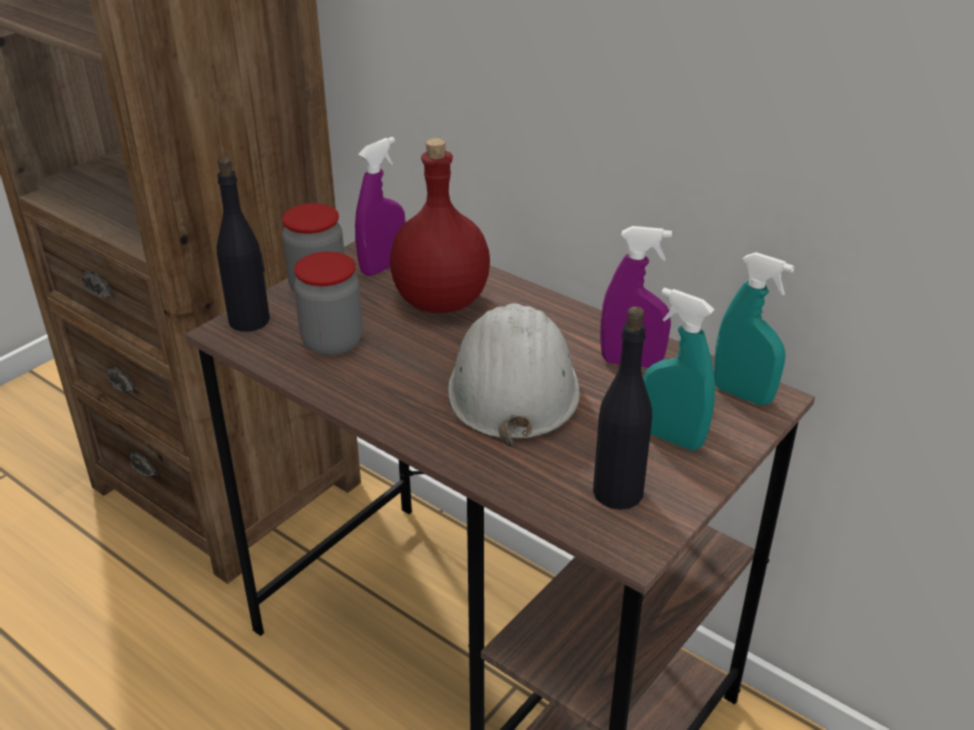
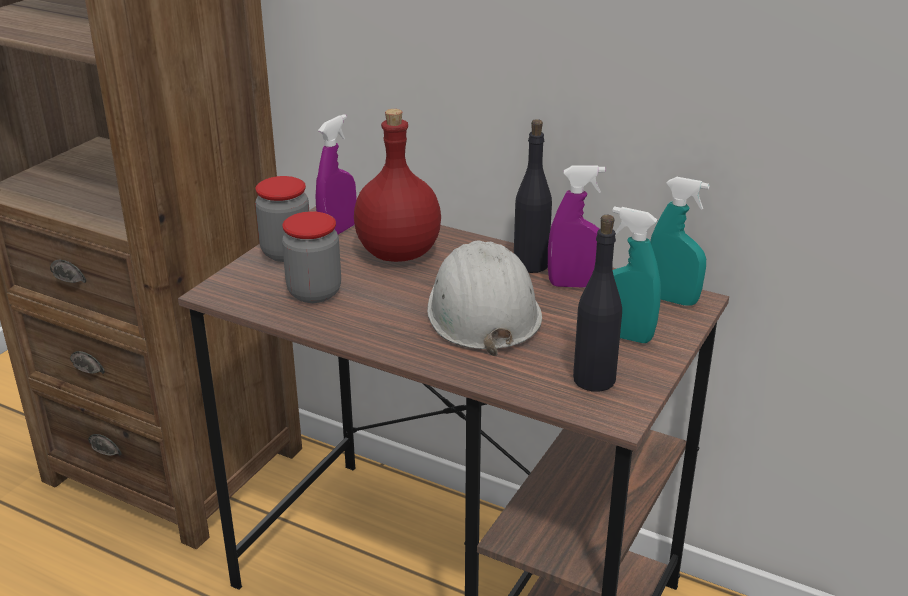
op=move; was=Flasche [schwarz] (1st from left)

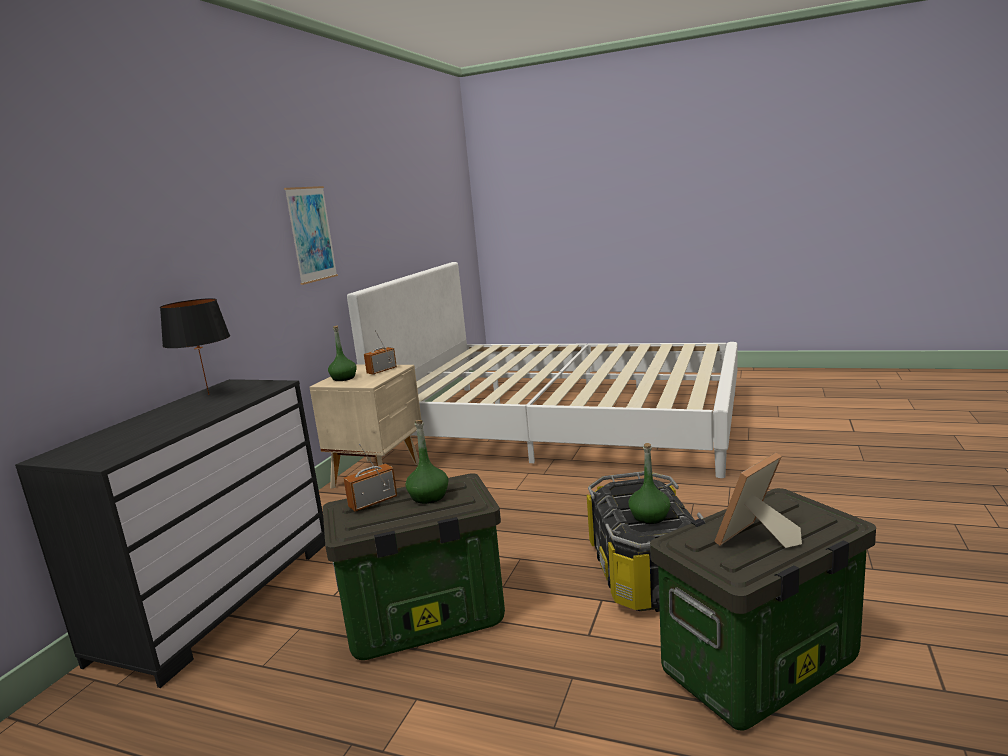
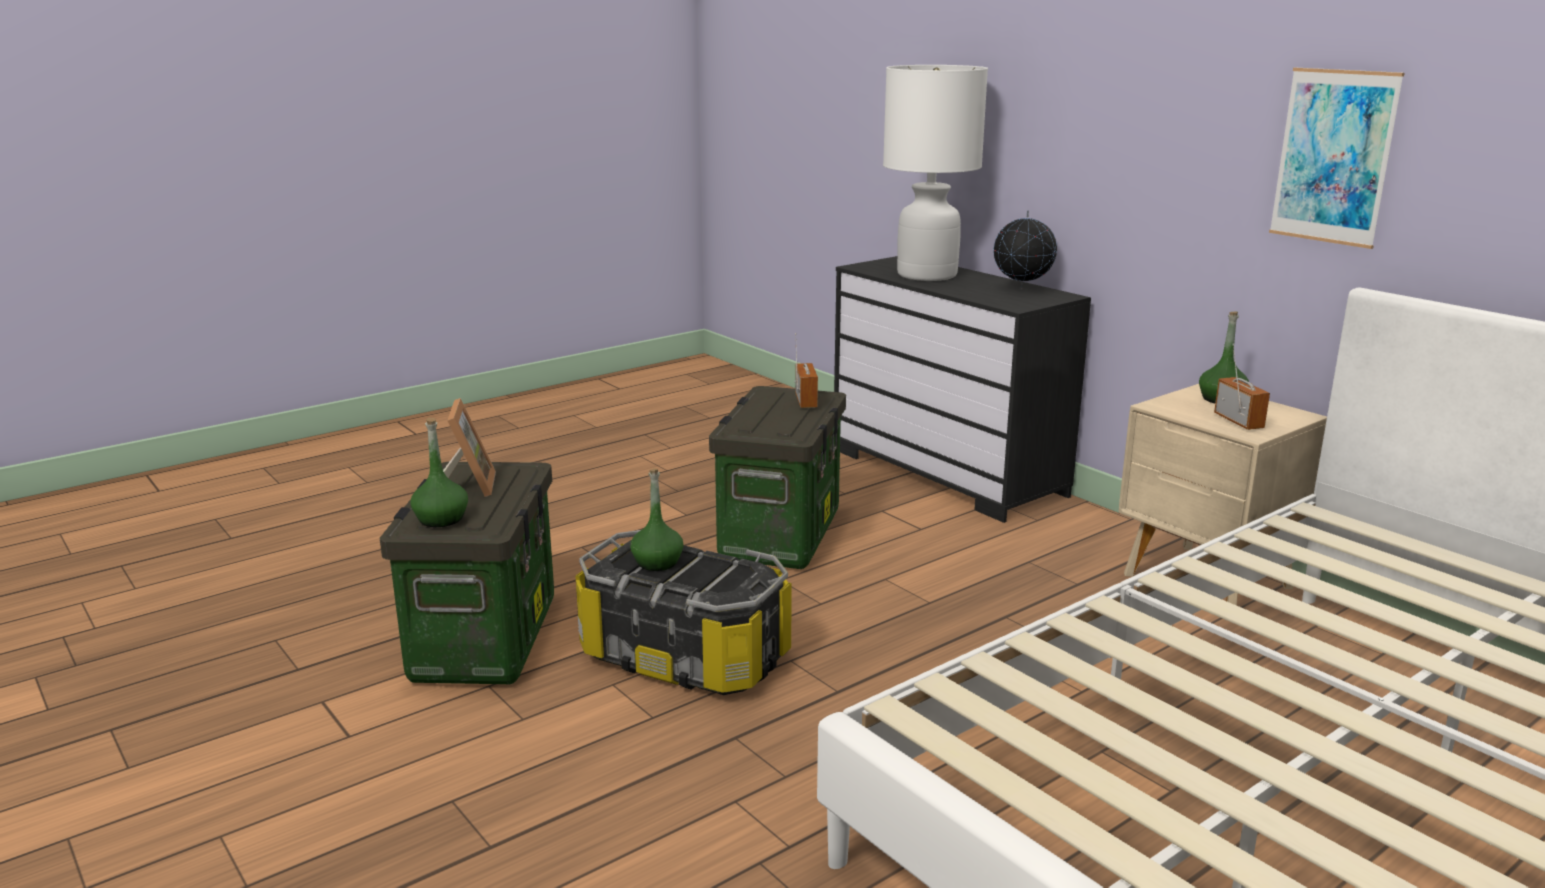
op=replace; was=Tischlampe [schwarz]; now=Globus
op=move; was=Flasche [grün] (2nd from left in the first image); now=Flasche [grün] (1st from left)
op=insert; now=Tischlampe [weiß]

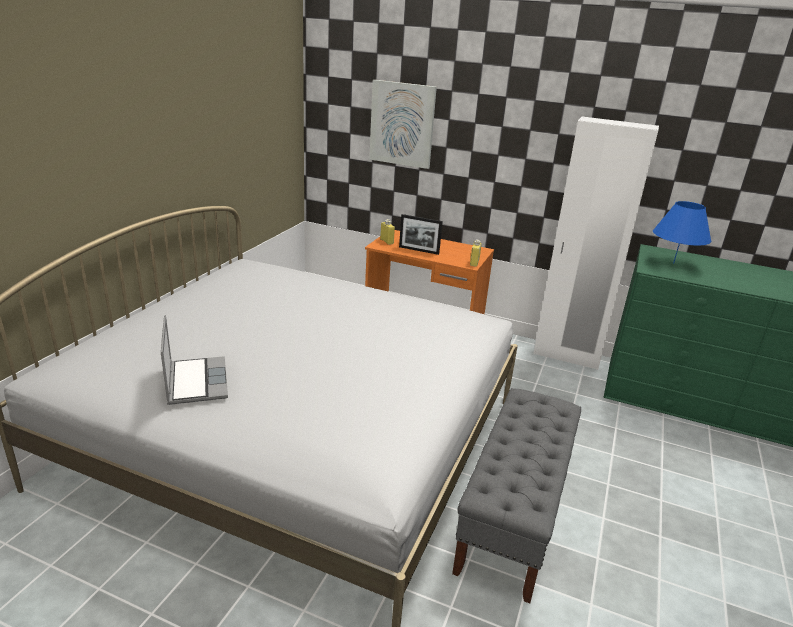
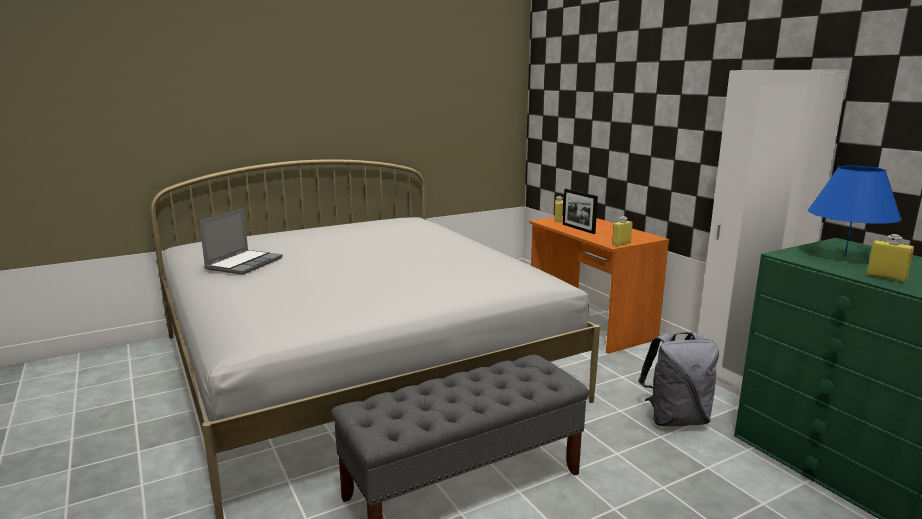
op=delete; was=Bild
op=insert; now=Rucksack [grau]
op=insert; now=Flasche [gelb] (3rd from left)

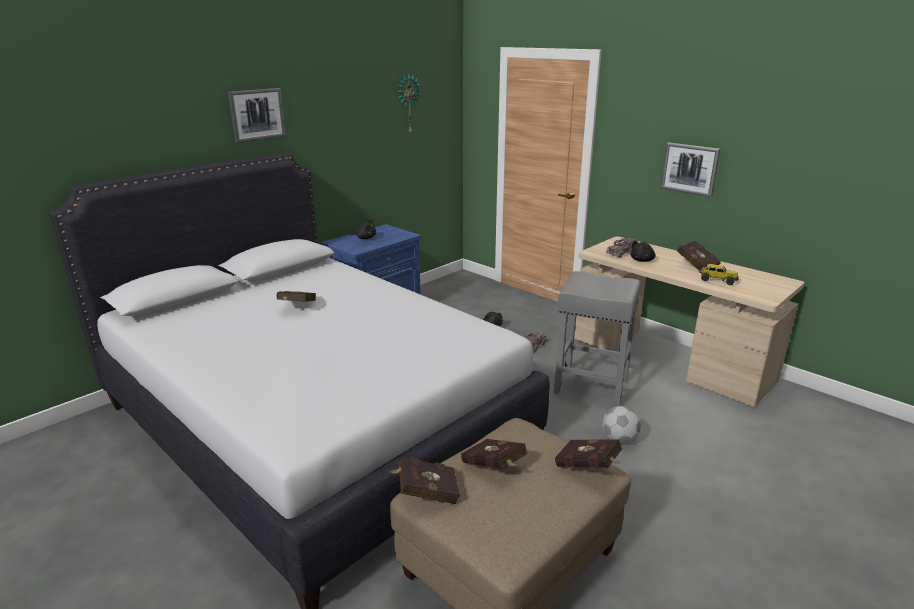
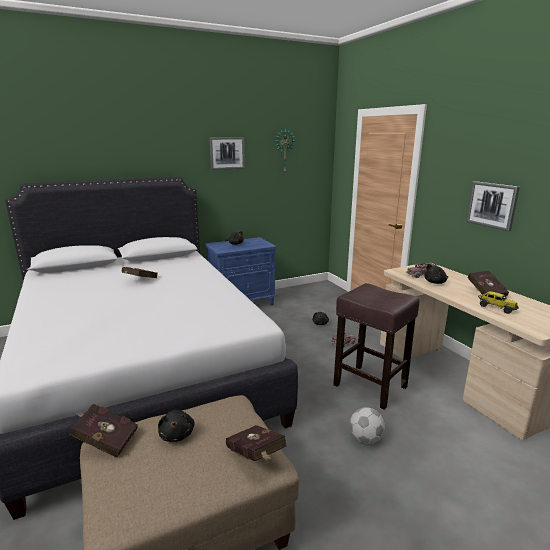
op=move; was=Bild (1st from left)
op=replace; was=Buch [rot] (3rd from left); now=Plüschtier [schwarz] (1st from left)
op=recolor; was=Hocker [grau]; now=Hocker [braun]

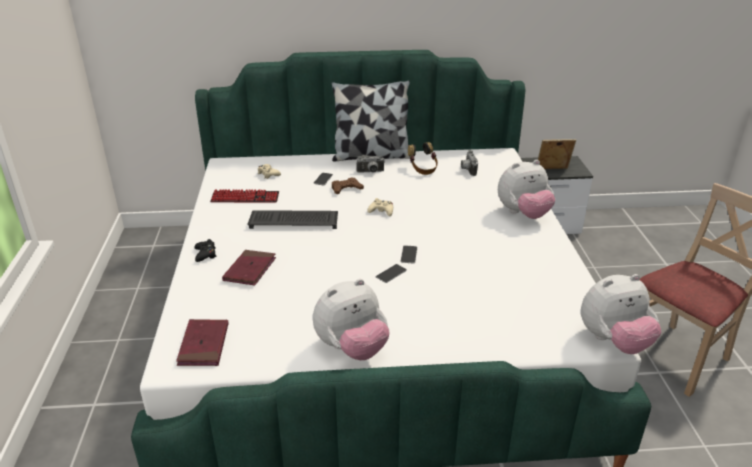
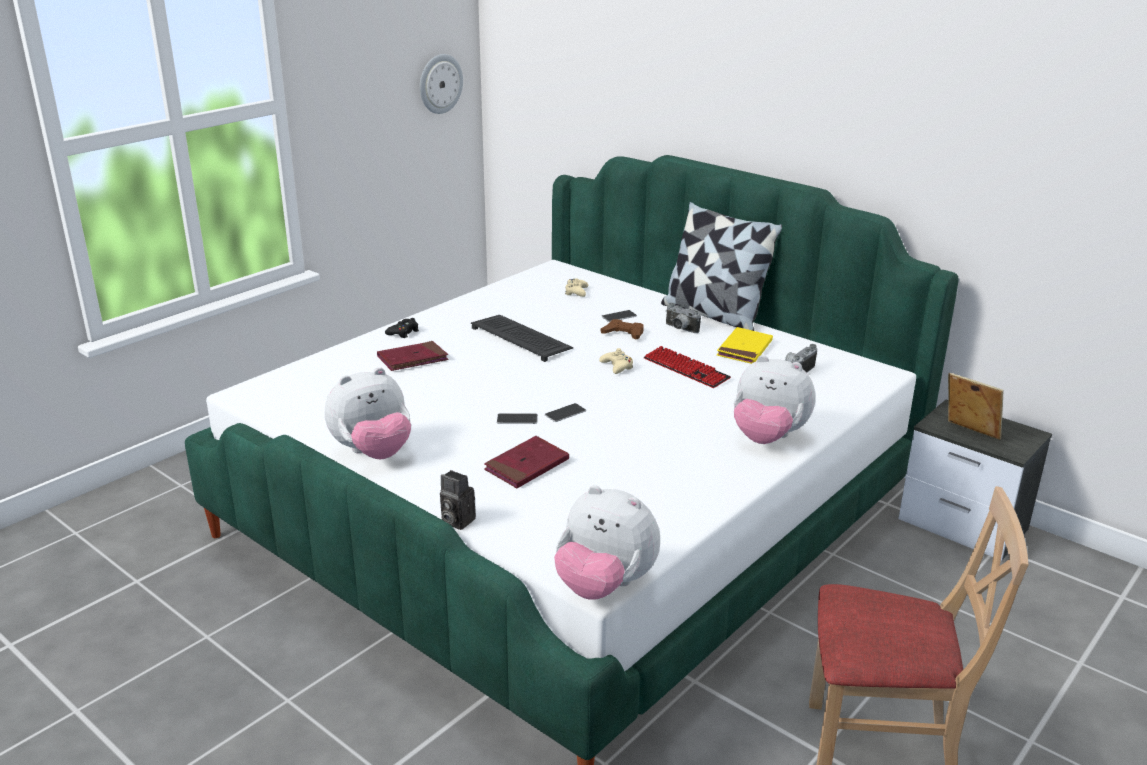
op=move; was=Buch [rot] (1st from left in the first image); now=Buch [rot] (2nd from left)
op=move; was=Tastatur (1st from left in the first image); now=Tastatur (2nd from left)
op=rotate; was=Plüschtier (1st from left); clockwise=-45
op=replace; was=Kopfhörer; now=Buch [gelb]
op=insert; now=Wanduhr
op=insert; now=Kamera (1st from left)

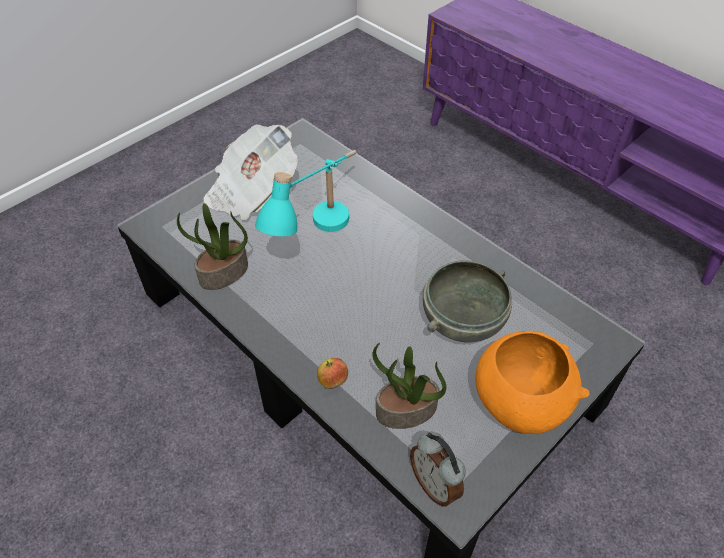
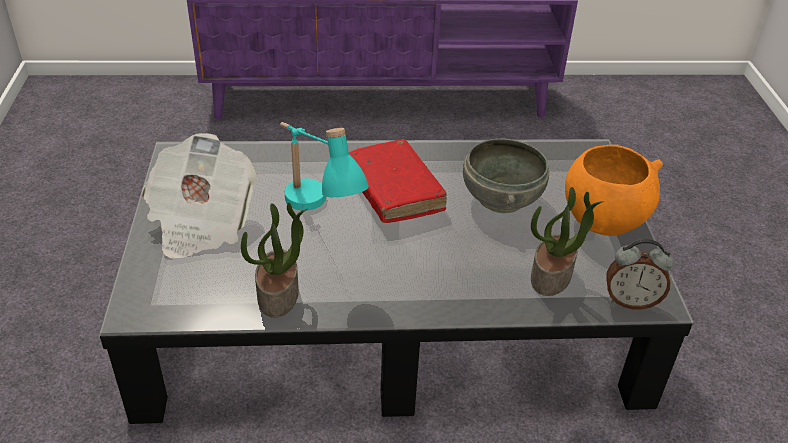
op=delete; was=Apfel
op=insert; now=Buch [rot]

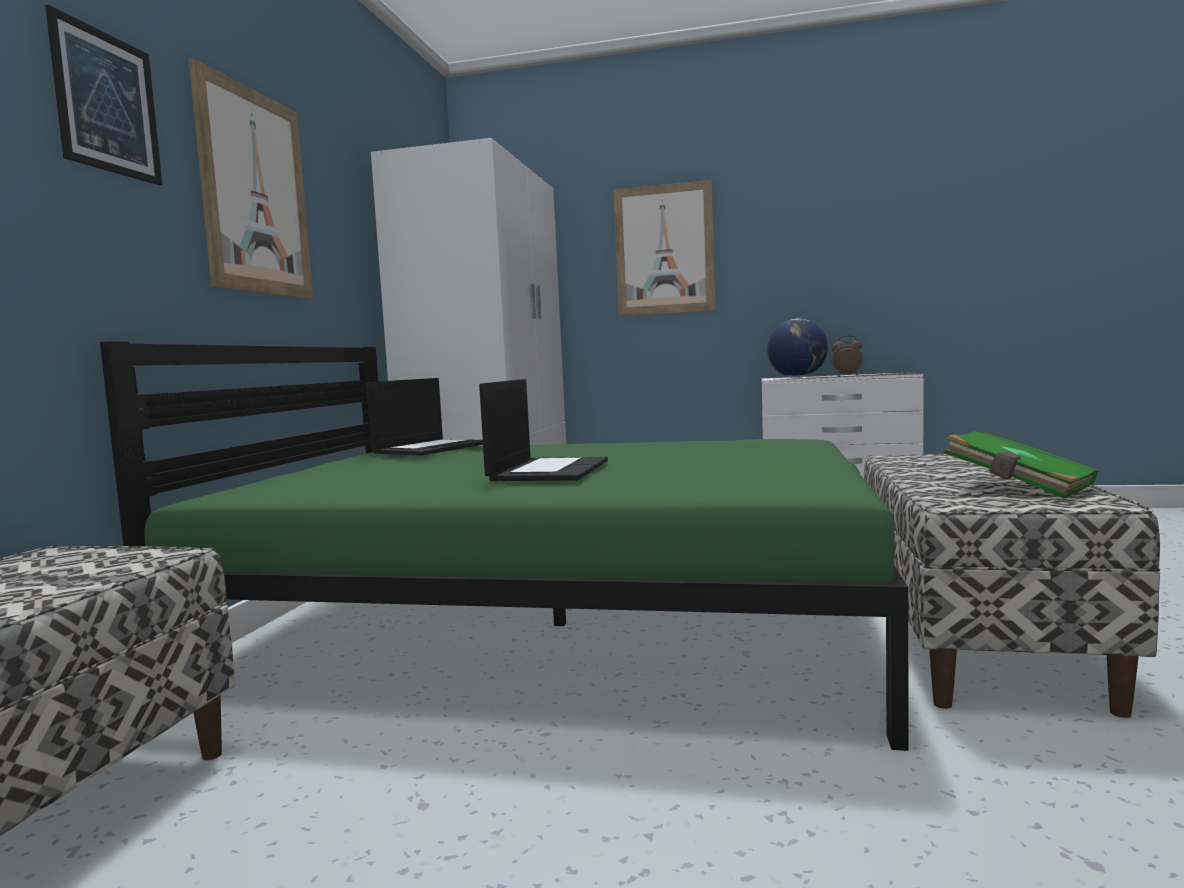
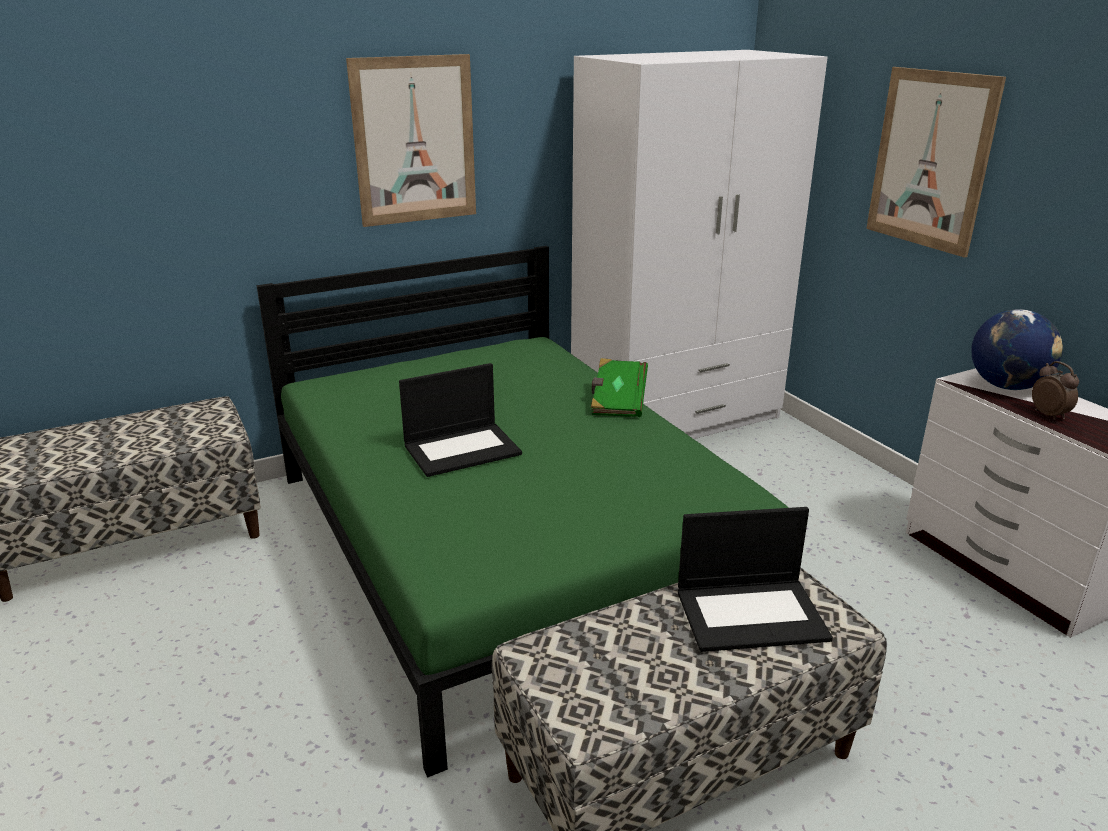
op=delete; was=Bild (1st from left)
op=move; was=Laptop (1st from left in the first image); now=Laptop (2nd from left)
op=move; was=Buch [grün]

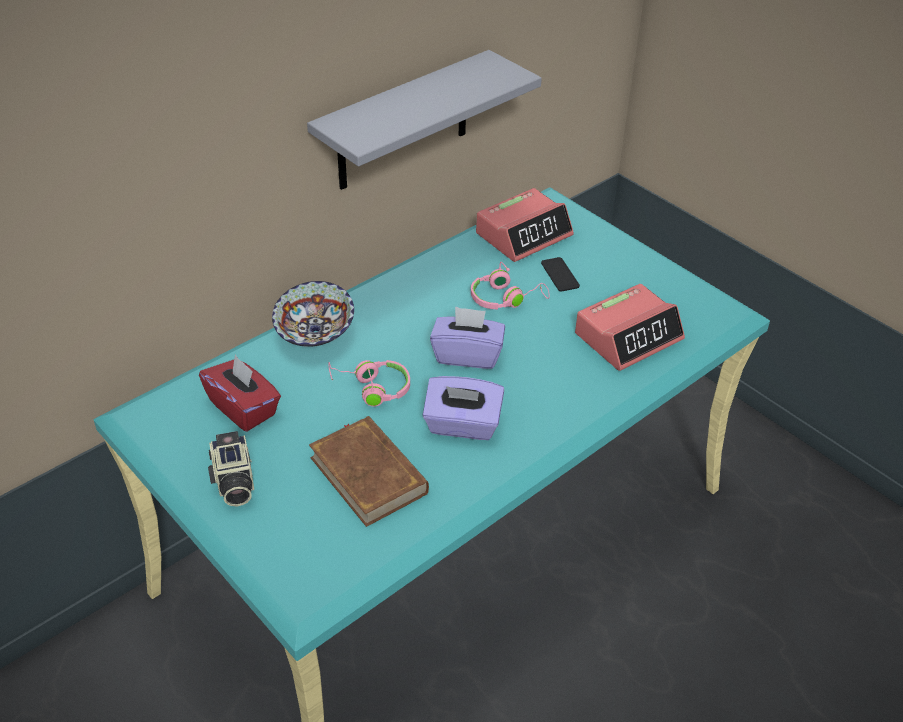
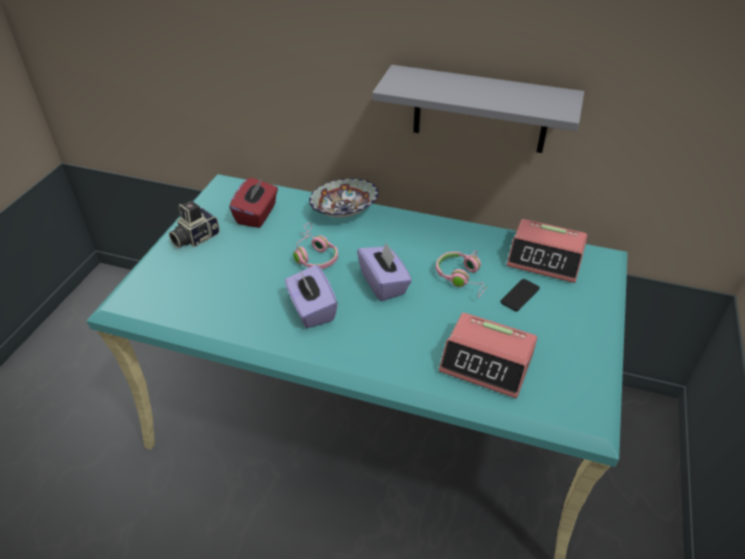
op=delete; was=Buch [braun]

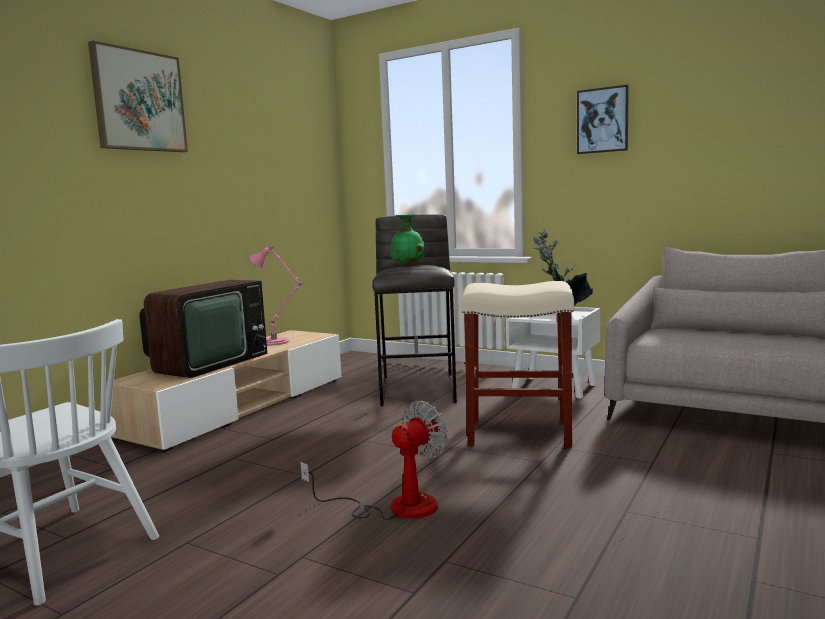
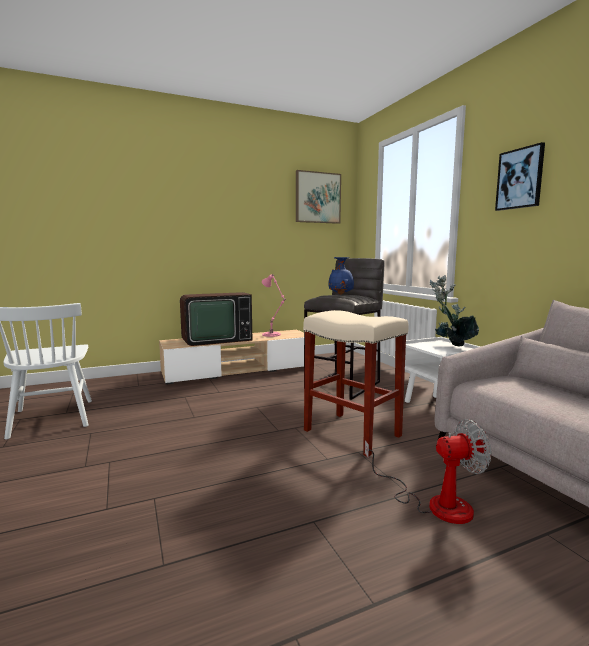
op=move; was=Bild (1st from left)
op=move; was=Ventilator
op=recolor; was=Vase [grün]; now=Vase [blau]

